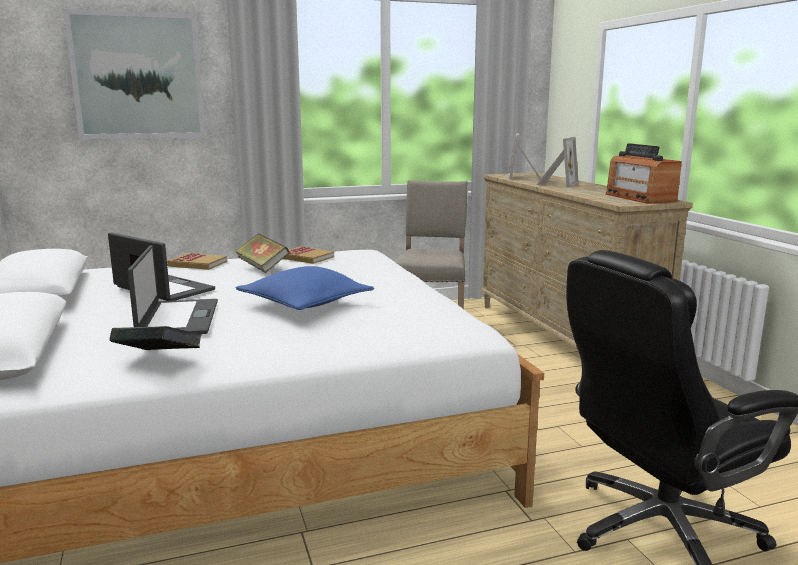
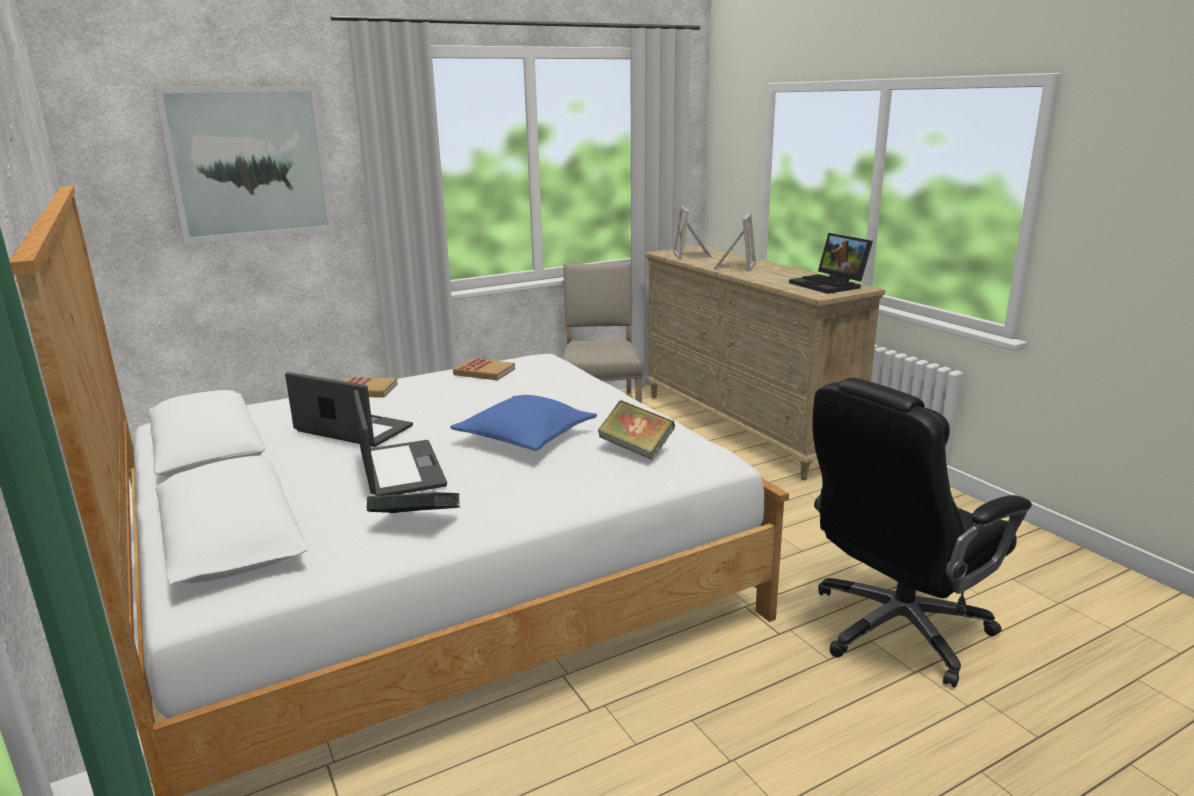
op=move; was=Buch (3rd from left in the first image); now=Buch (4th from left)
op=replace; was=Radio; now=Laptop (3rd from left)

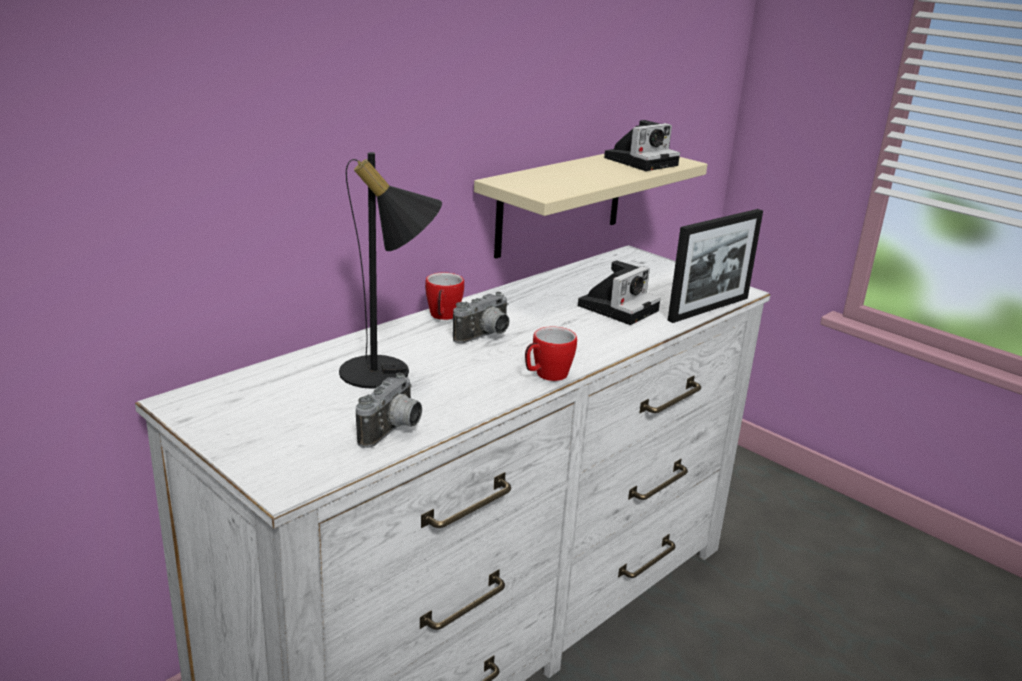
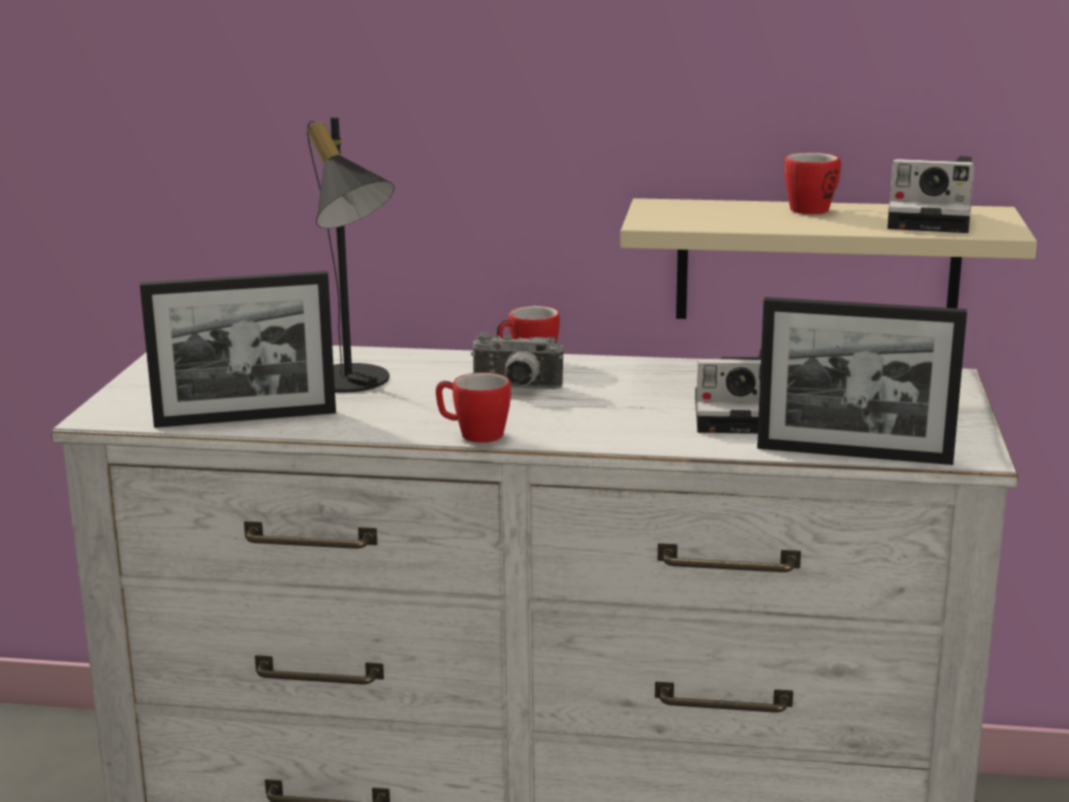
op=replace; was=Kamera (1st from left); now=Bilderrahmen (1st from left)
op=insert; now=Henkelbecher (3rd from left)

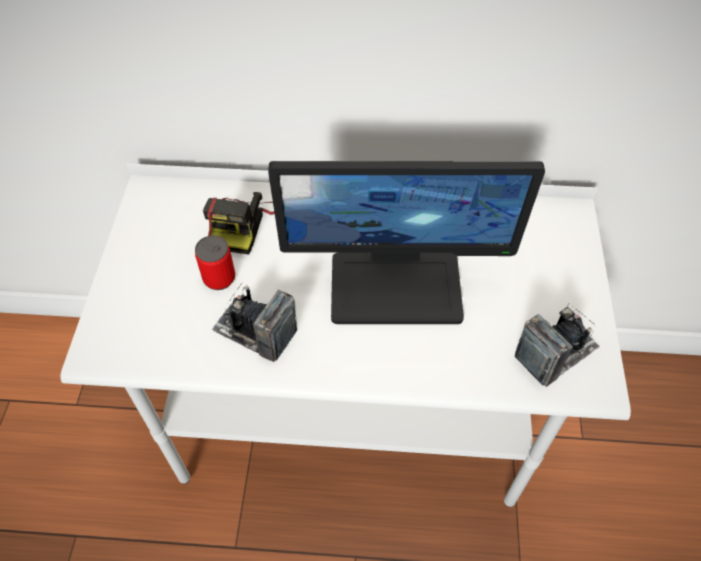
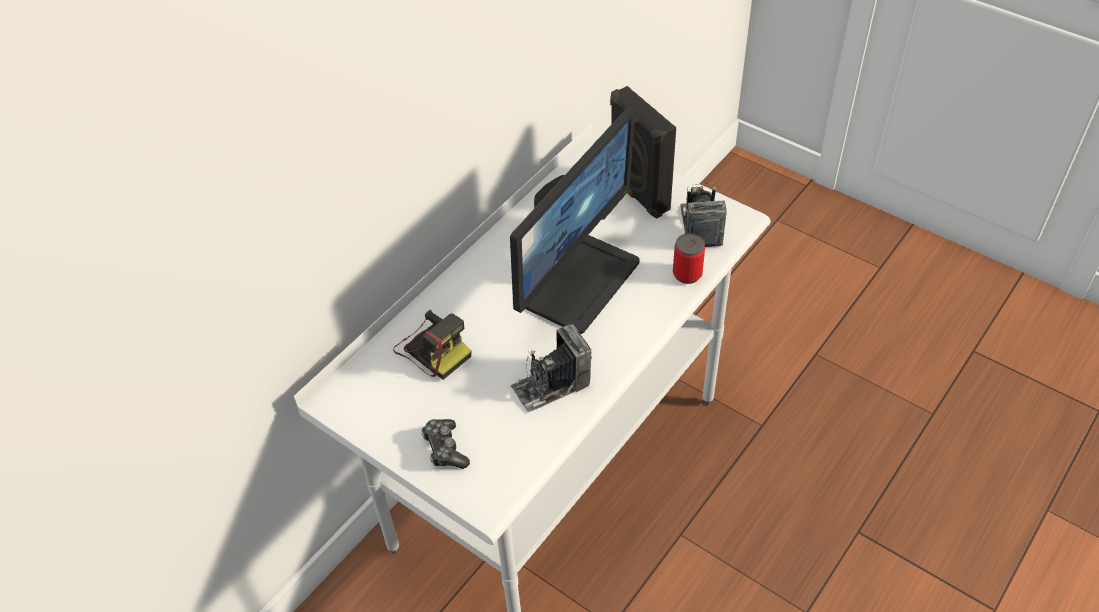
op=move; was=Dose
op=insert; now=Gamepad
op=insert; now=Lautsprecher [schwarz]

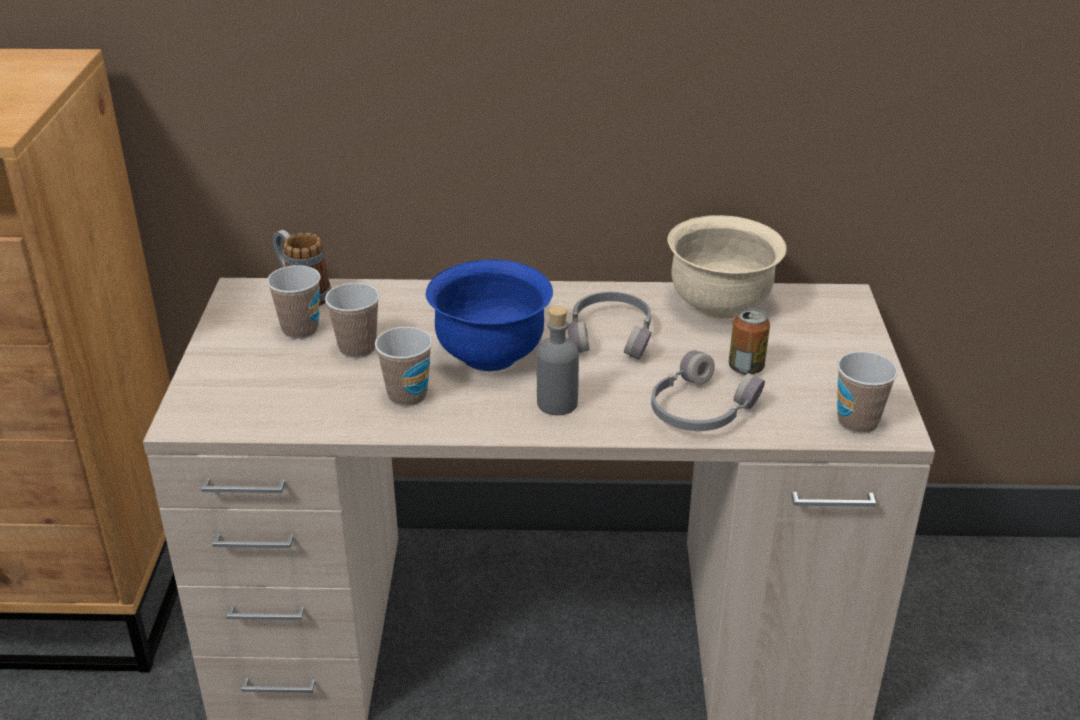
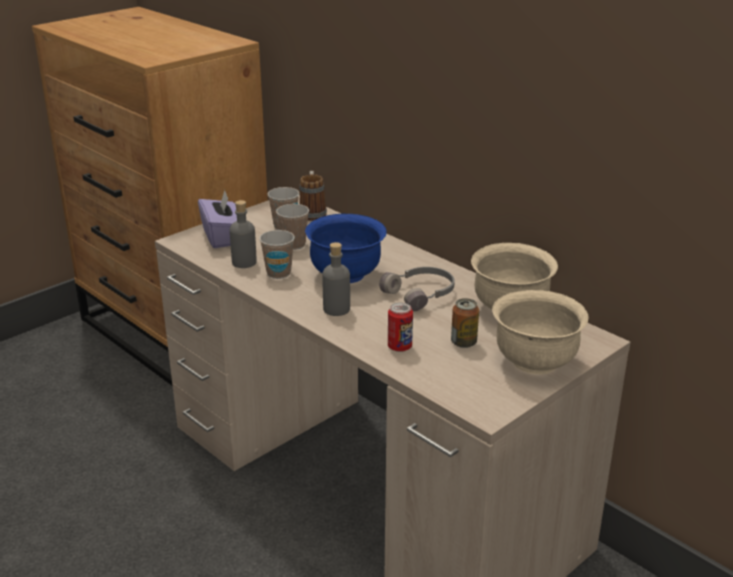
op=replace; was=Kopfhörer [grau] (2nd from left); now=Dose (1st from left)
op=delete; was=Tasse (4th from left)
op=insert; now=Taschentuchbox [lila]
op=insert; now=Flasche [grau] (1st from left)
op=insert; now=Schüssel [beige] (2nd from left)

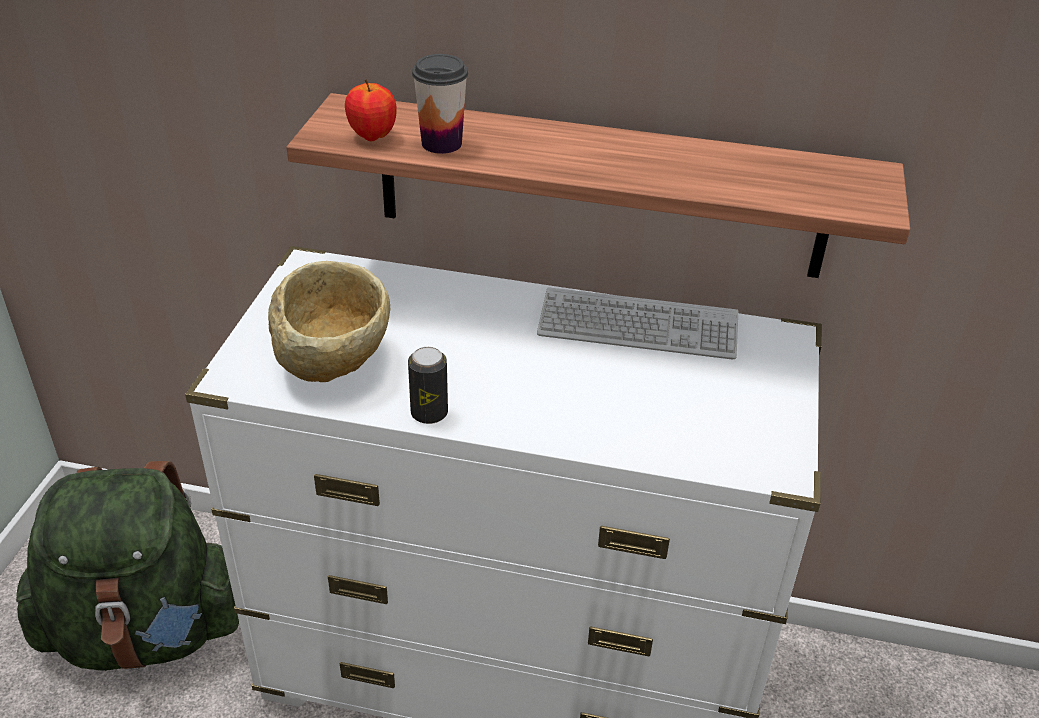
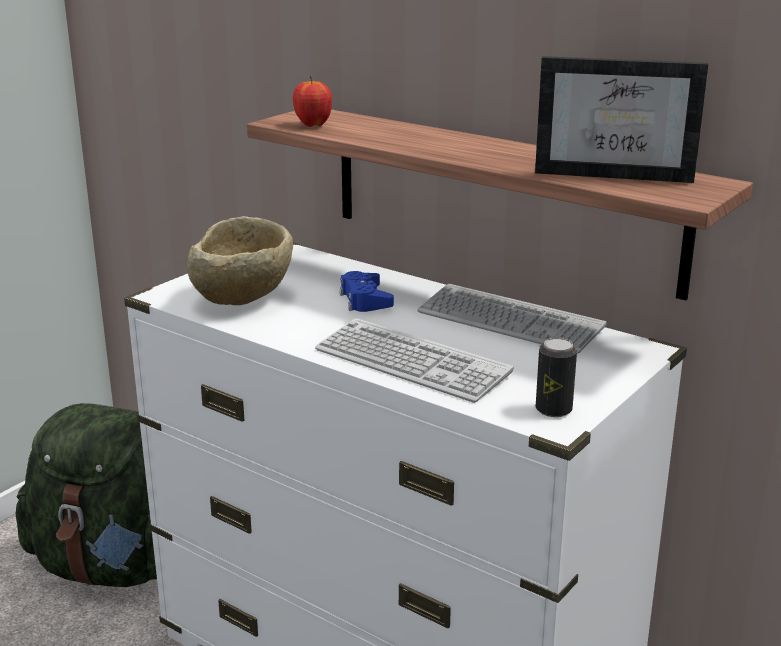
op=move; was=Dose
op=delete; was=Tasse
op=insert; now=Tastatur (1st from left)
op=insert; now=Gamepad [blau]
op=insert; now=Bilderrahmen

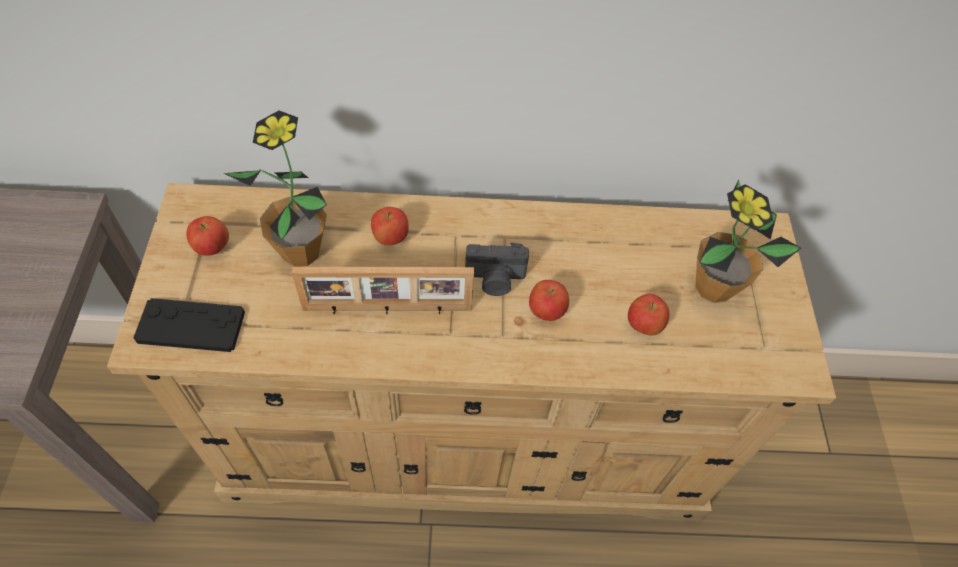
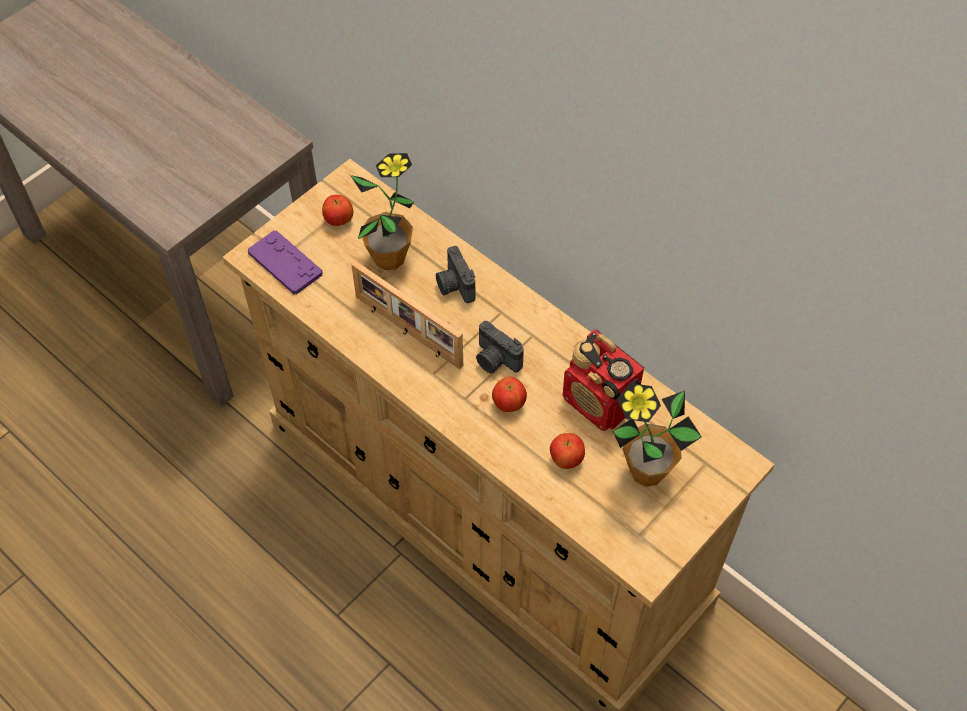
op=recolor; was=Gamepad [schwarz]; now=Gamepad [lila]
op=replace; was=Apfel (2nd from left); now=Kamera (1st from left)
op=insert; now=Radio

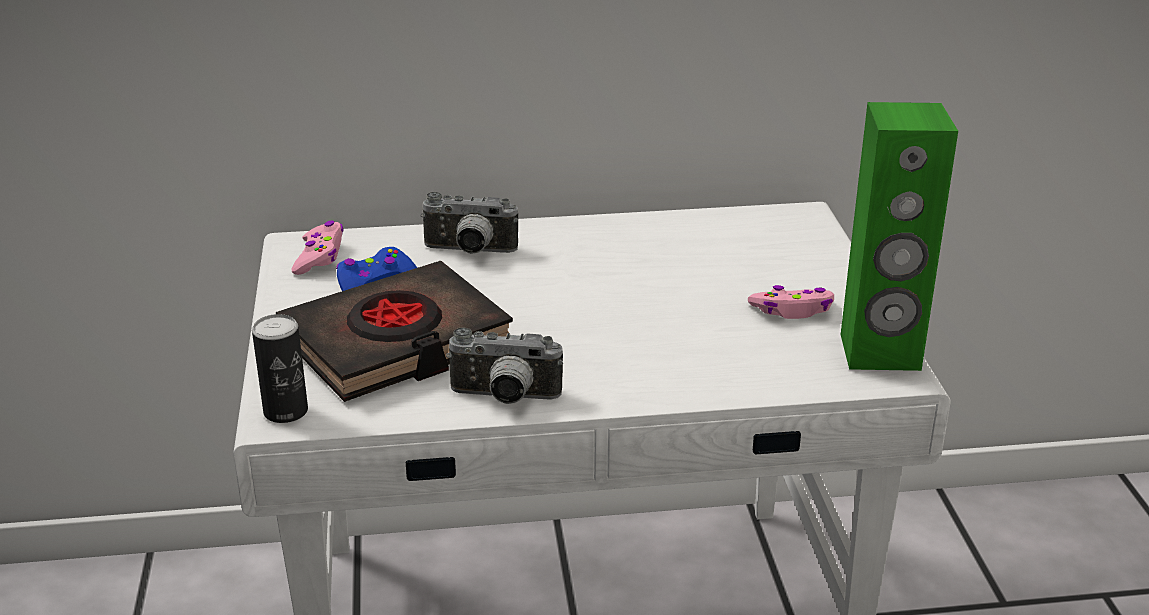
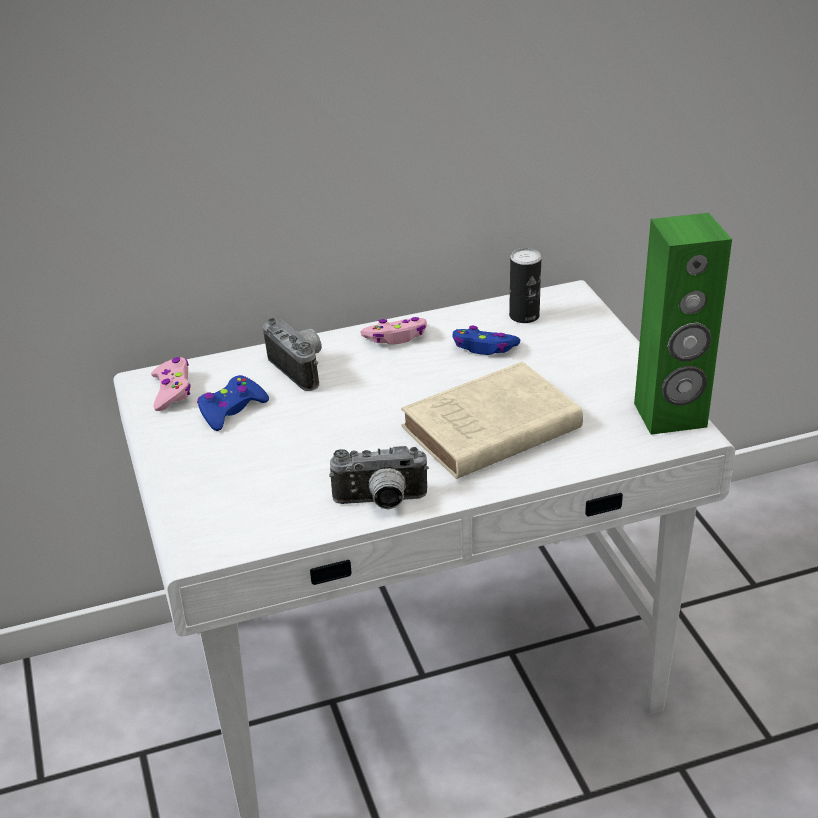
op=move; was=Dose
op=delete; was=Buch [schwarz]
op=rotate; was=Kamera (1st from left); clockwise=-120
op=move; was=Gamepad [rosa] (2nd from left)
op=insert; now=Buch [beige]
op=insert; now=Gamepad [blau] (2nd from left)

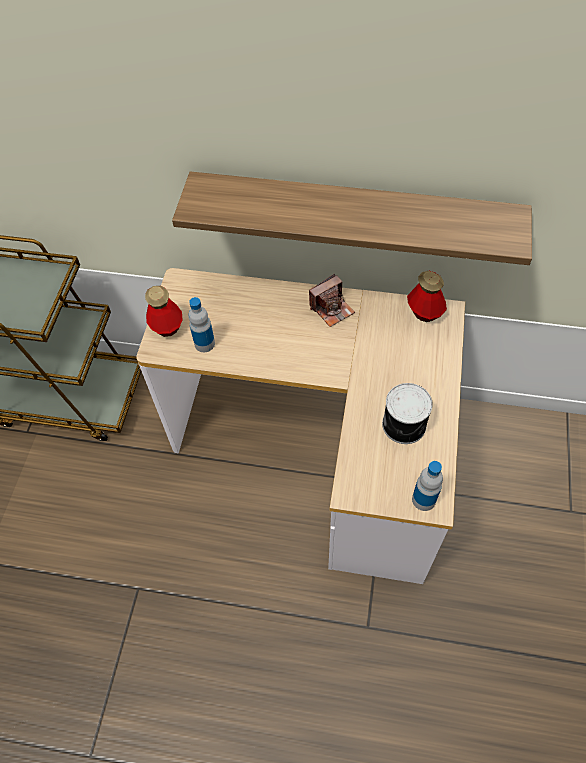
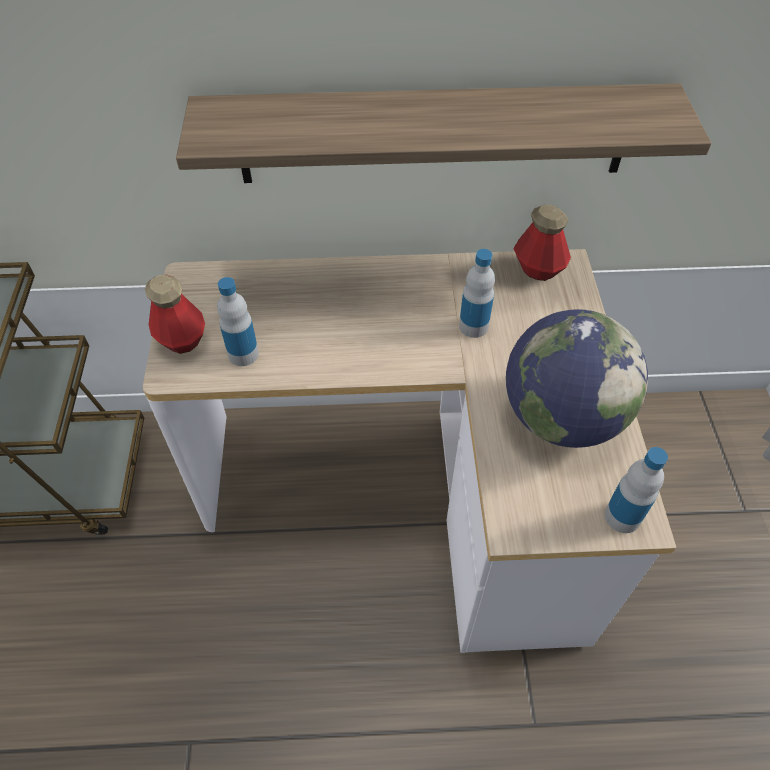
op=delete; was=Kamera
op=replace; was=Dose; now=Globus
op=insert; now=Flasche (3rd from left)

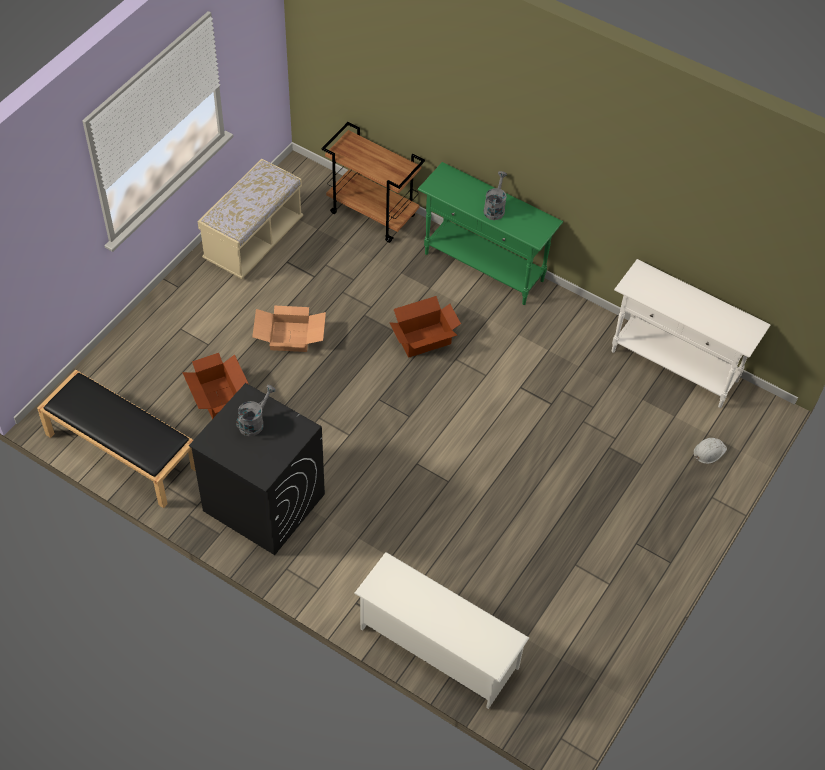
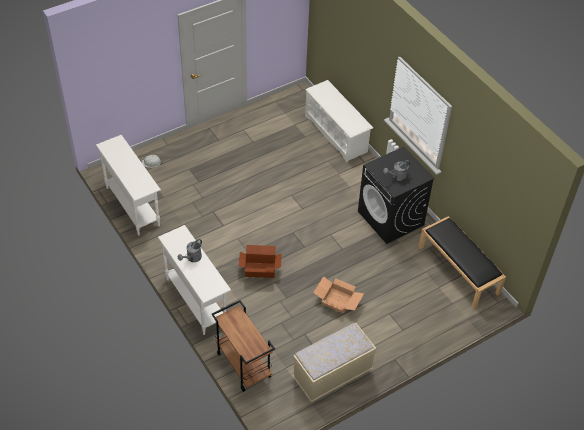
op=delete; was=Karton (1st from left)
op=recolor; was=Konsolentisch [grün]; now=Konsolentisch [weiß] (2nd from left)

